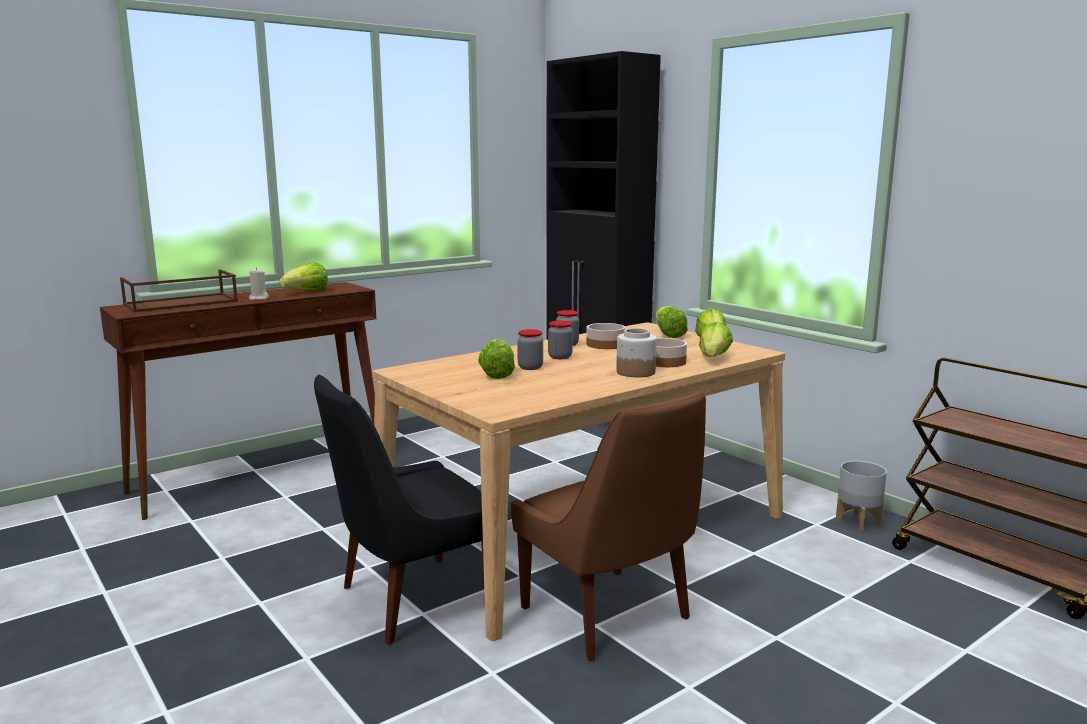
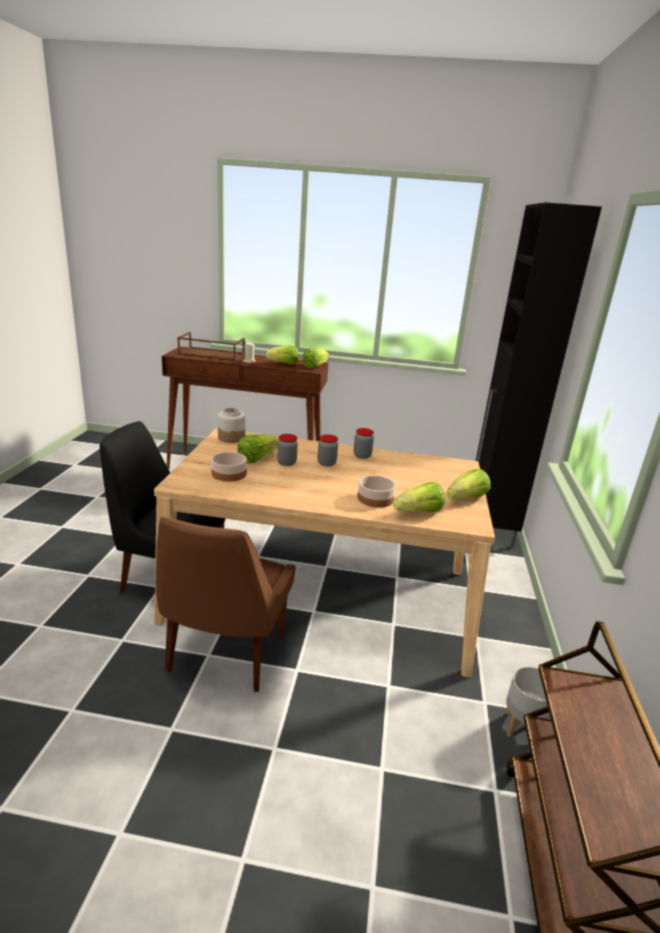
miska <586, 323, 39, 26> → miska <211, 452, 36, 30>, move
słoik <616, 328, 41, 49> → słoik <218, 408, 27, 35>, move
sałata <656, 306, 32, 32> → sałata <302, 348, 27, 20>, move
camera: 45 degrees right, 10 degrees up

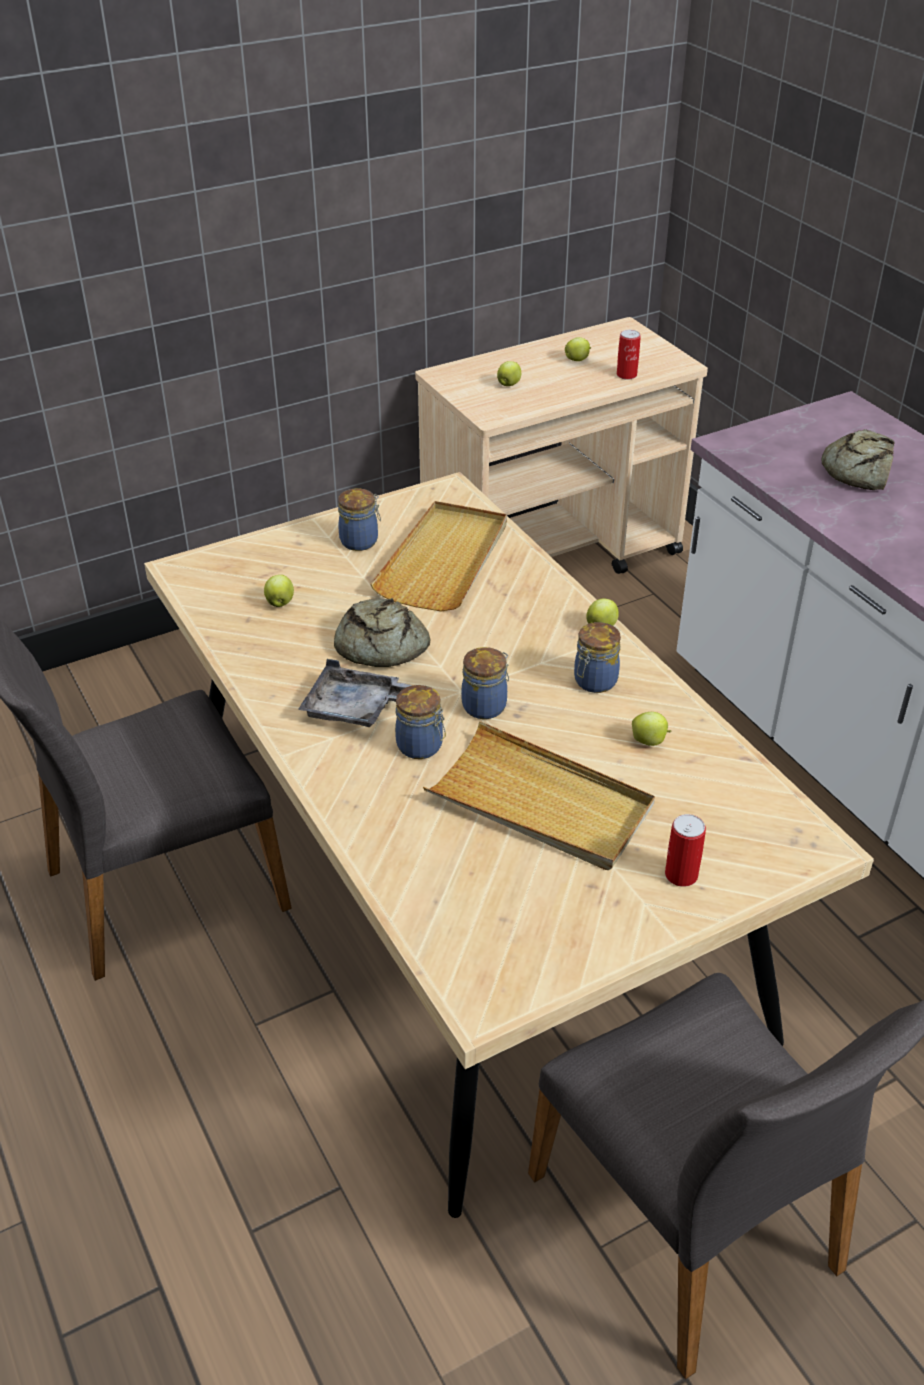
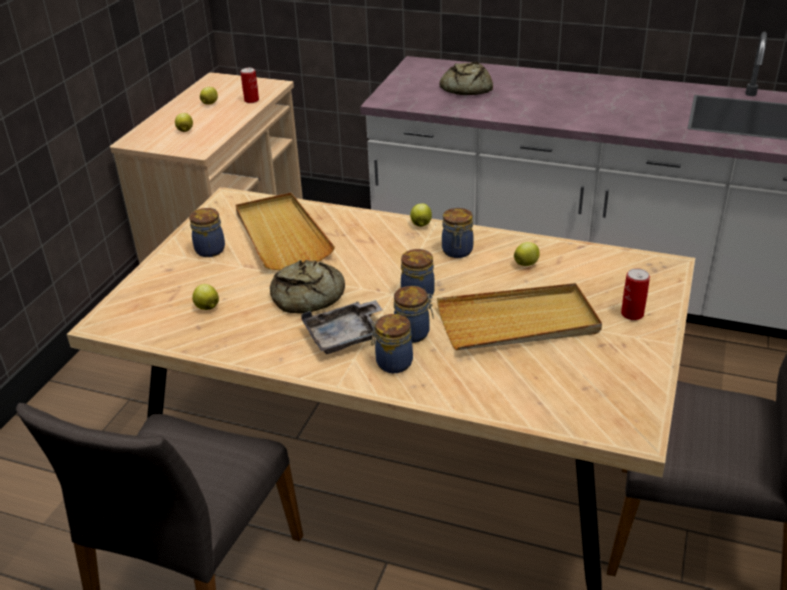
- → słoik <371, 314, 42, 59>
camera: 40 degrees left, 5 degrees down

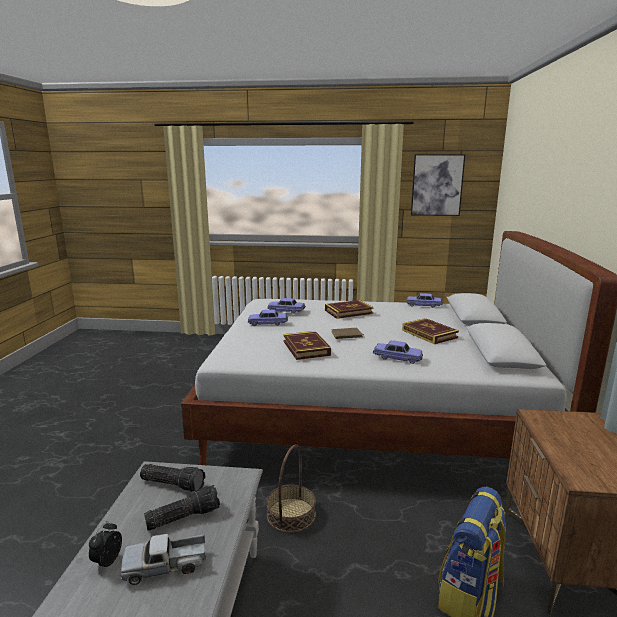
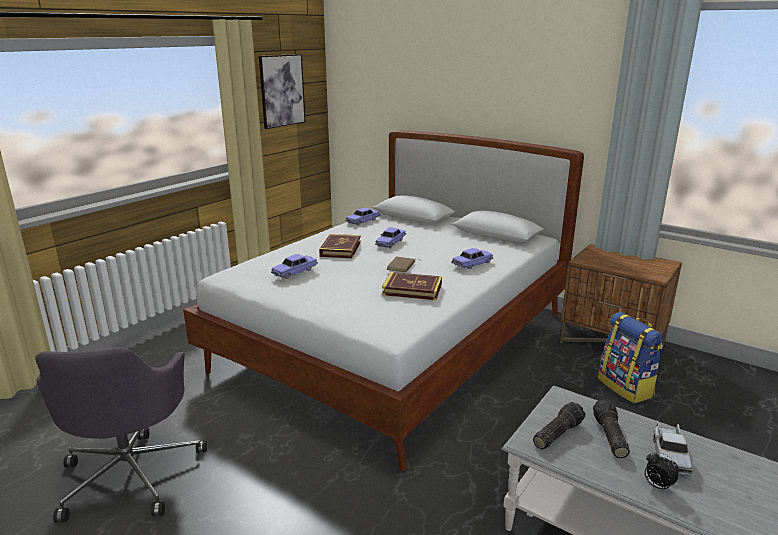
koszyk <266, 444, 50, 89> → -
książka <402, 318, 57, 26> → -
- → krzesło biurowe (szary) <35, 347, 172, 176>
samochodzik <248, 310, 40, 16> → samochodzik <375, 227, 31, 21>, move
camera: 60 degrees left, 5 degrees up

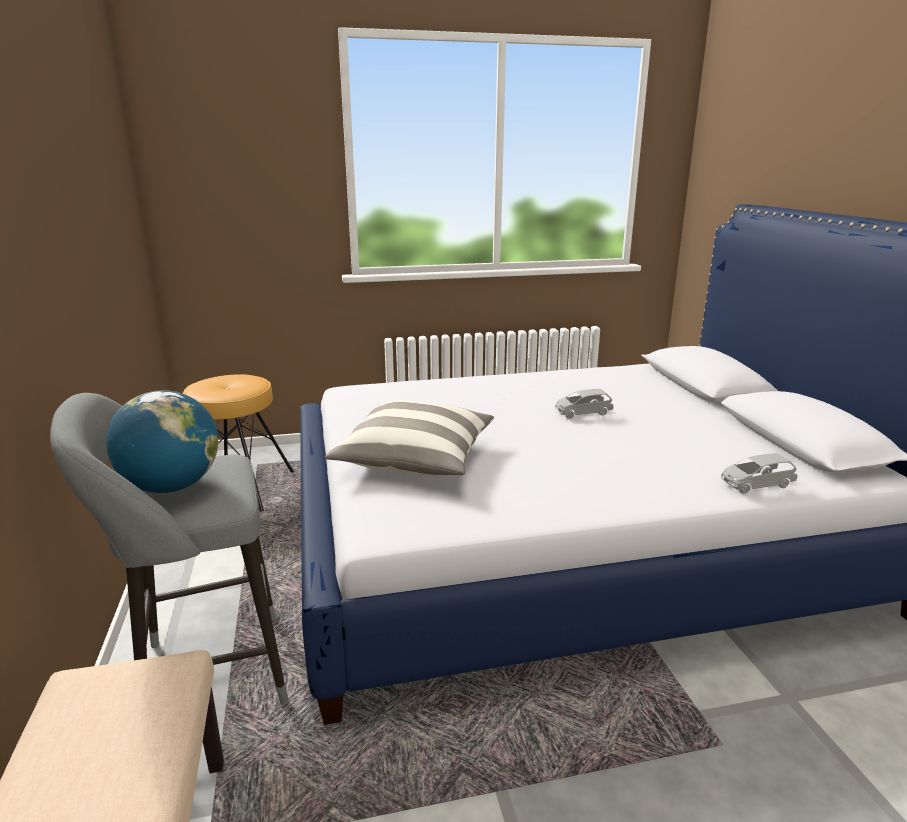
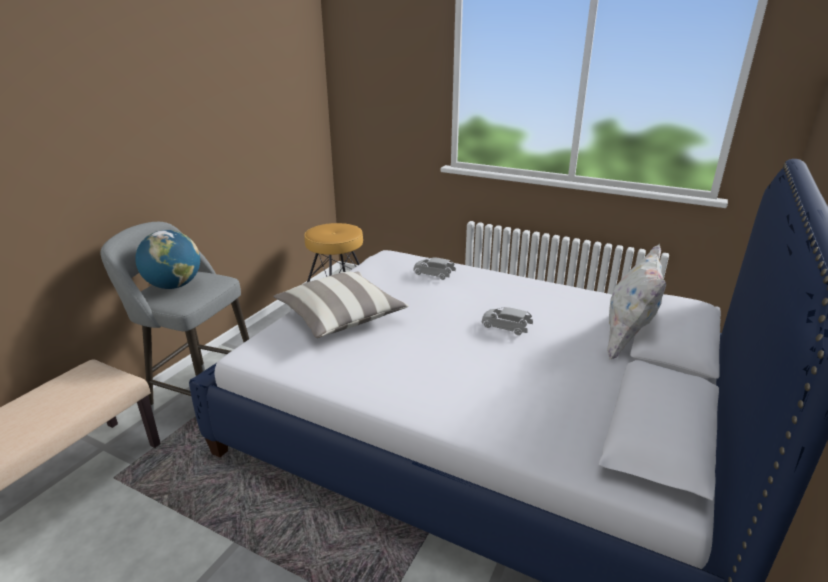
- → poduszka (biały) <607, 244, 59, 116>
samochodzik (szary) <721, 453, 76, 41> → samochodzik (szary) <413, 257, 43, 23>, move
camera: 40 degrees right, 5 degrees up

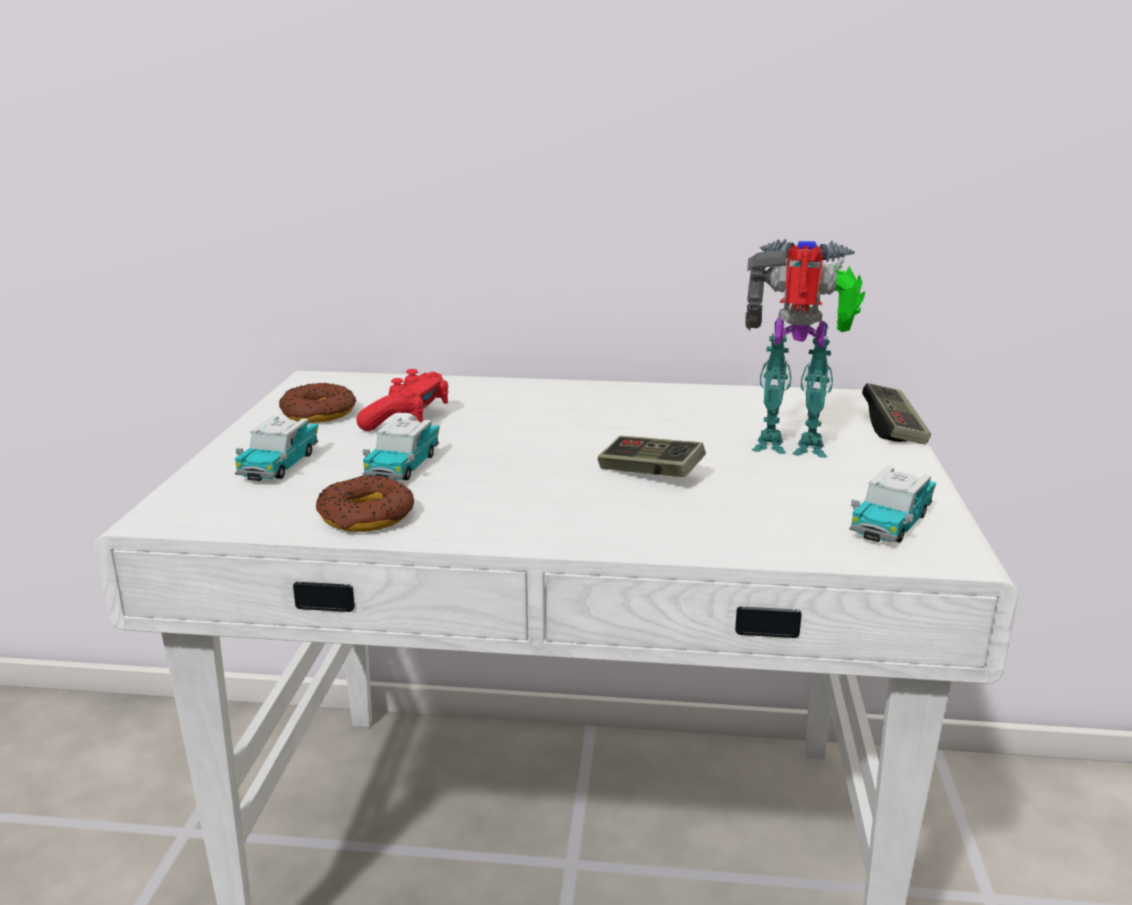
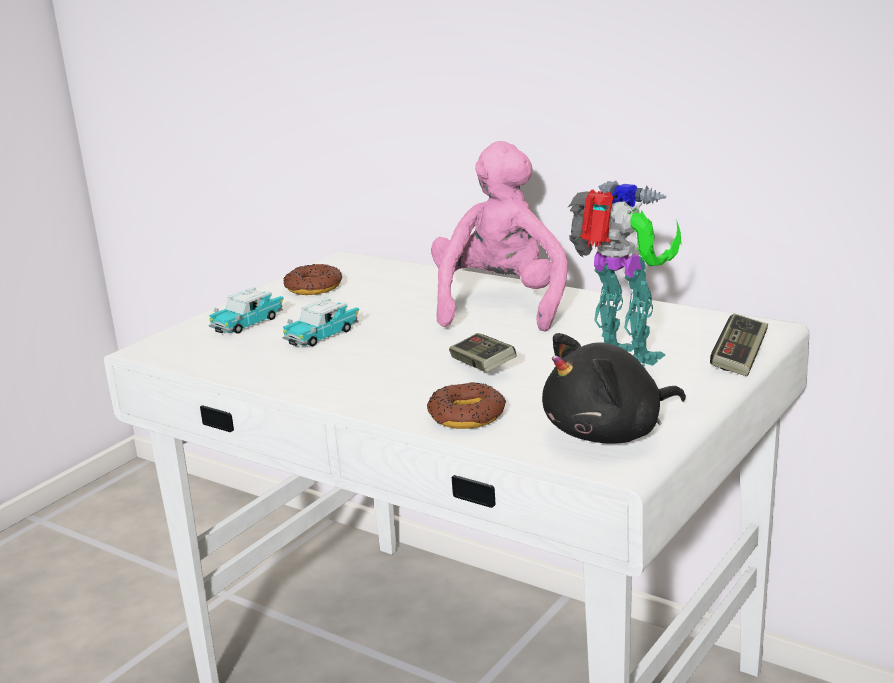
pad do gier (czerwony) <357, 369, 92, 62> → -
- → pluszak (różowy) <431, 141, 137, 191>
donut <316, 475, 98, 57> → donut <427, 382, 79, 47>, move
samochodzik <849, 466, 87, 77> → pluszak (czarny) <542, 333, 144, 111>
camera: 30 degrees right, 0 degrees up

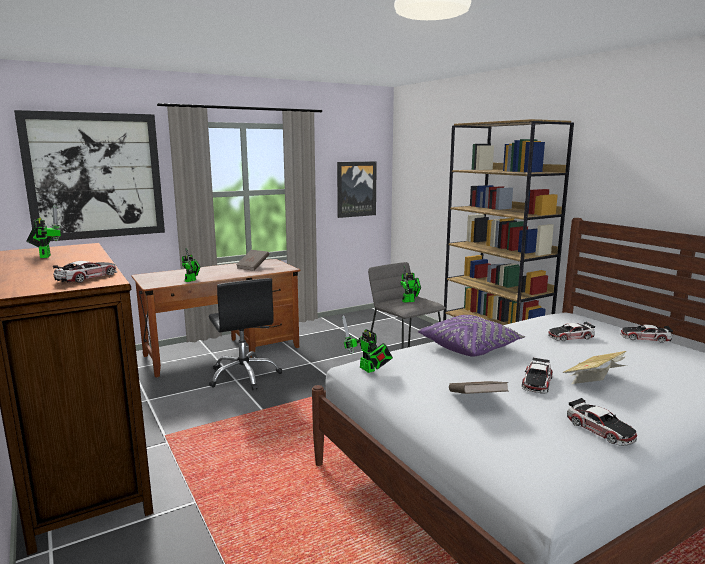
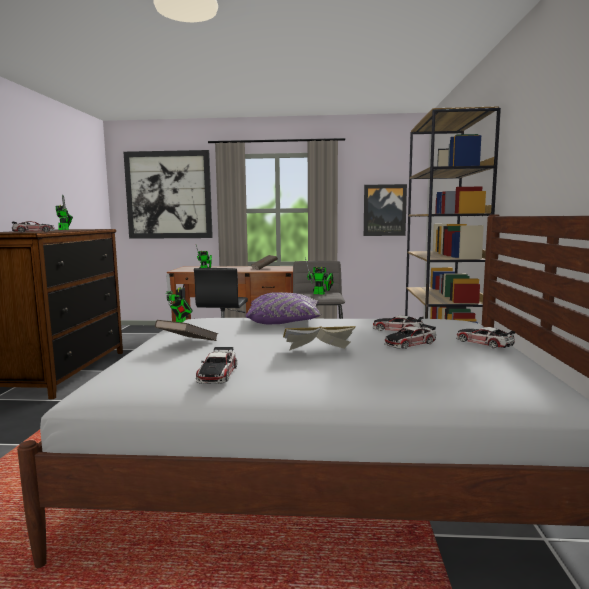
samochodzik <522, 358, 31, 36> → samochodzik <384, 324, 52, 25>, move
camera: 35 degrees right, 5 degrees down

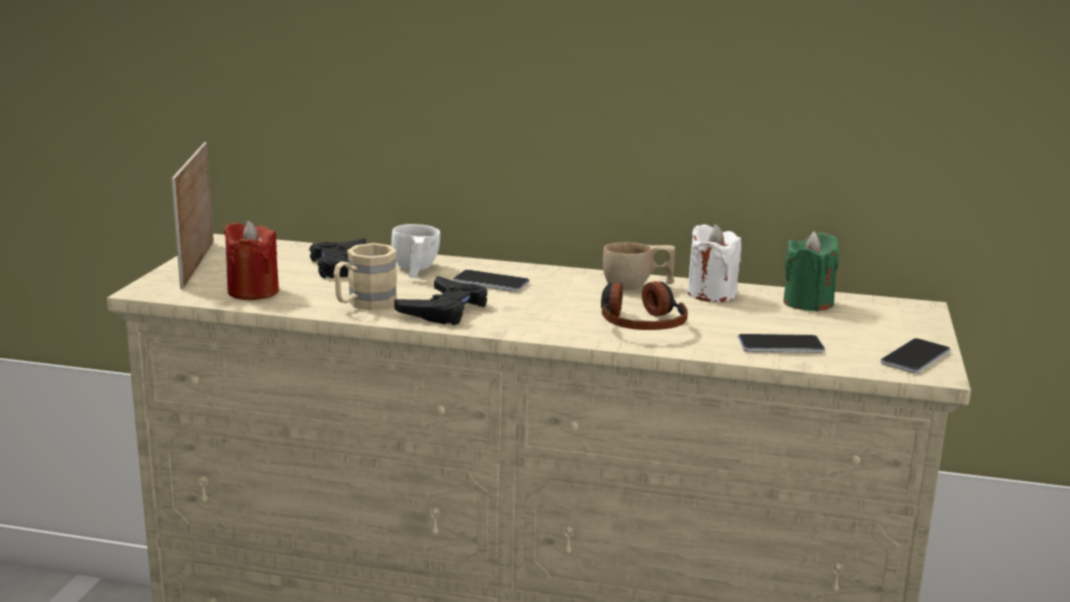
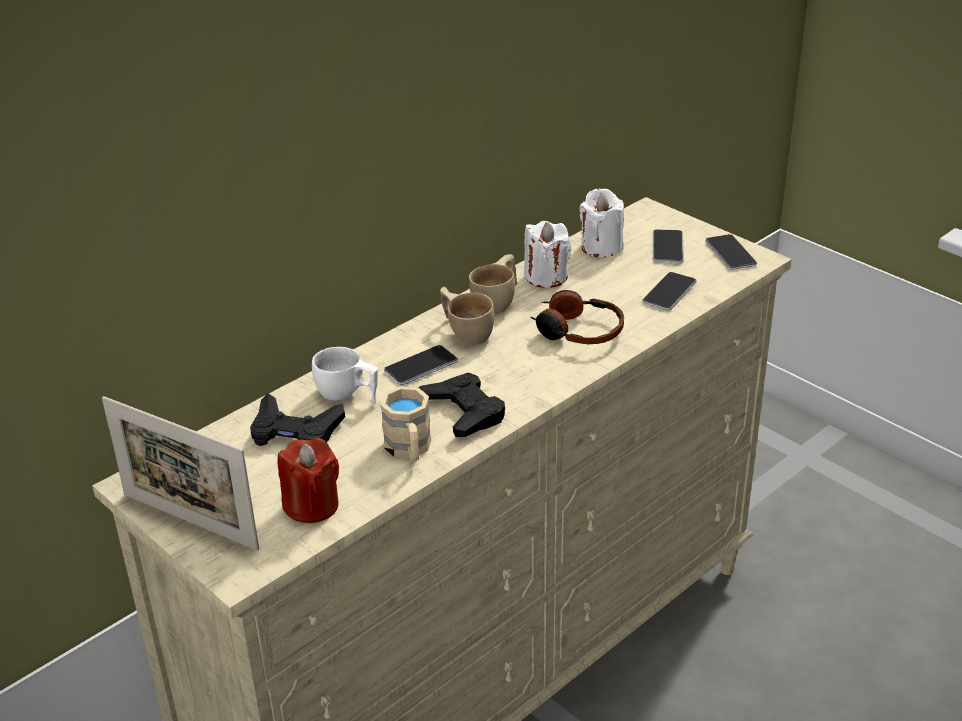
- → filiżanka (beżowy) <440, 287, 55, 58>
- → telefon <653, 229, 31, 34>
świeca (zielony) <783, 231, 56, 81> → świeca (biały) <579, 188, 45, 69>
camera: 55 degrees left, 15 degrees up

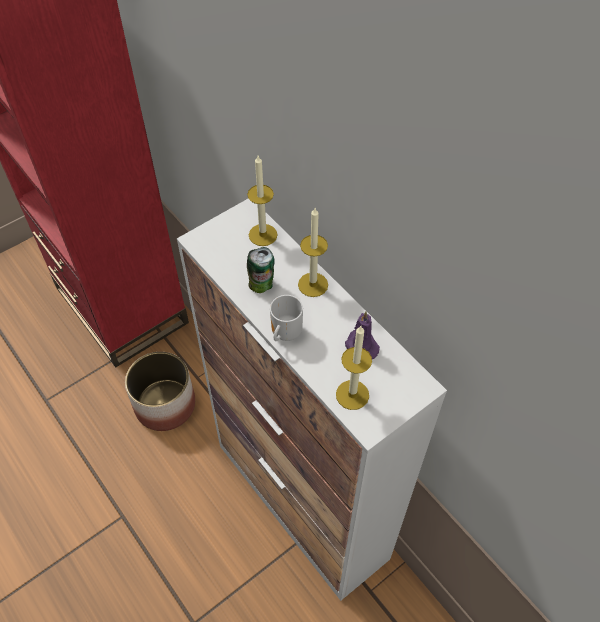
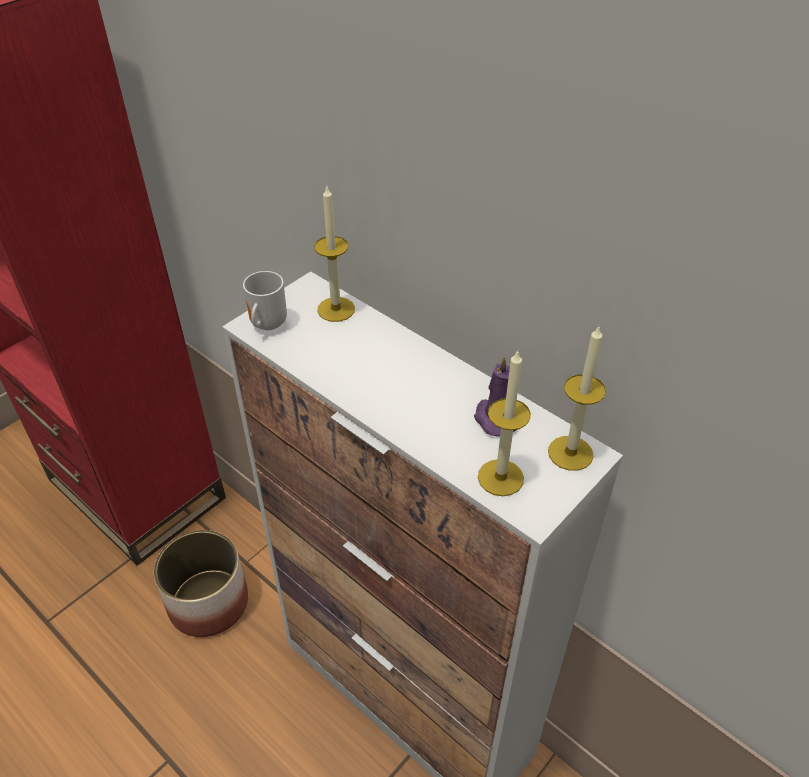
puszka <247, 247, 28, 46> → -
kubek <270, 295, 33, 46> → kubek <243, 271, 44, 59>, move
świeca <298, 208, 30, 89> → świeca <548, 326, 58, 145>, move
camera: 10 degrees left, 10 degrees down

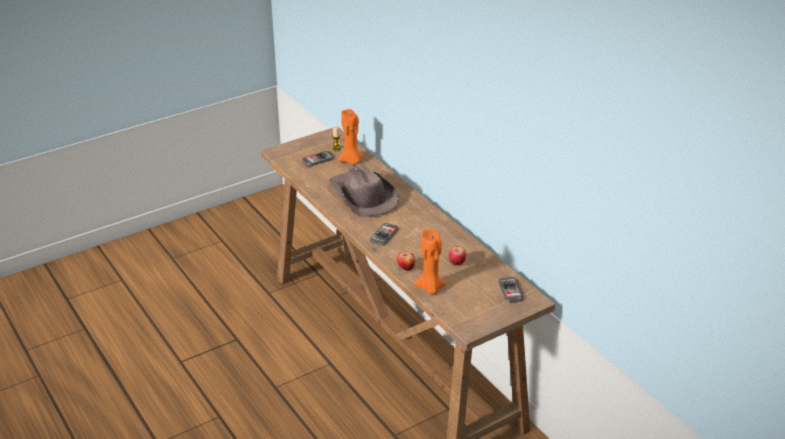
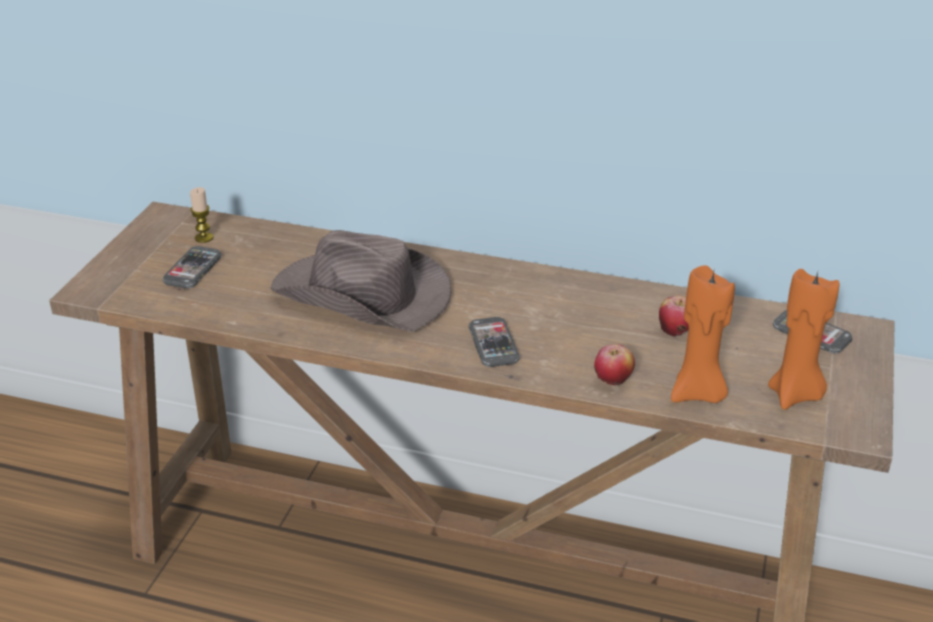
świeca (pomarańczowy) <338, 109, 25, 55> → świeca (pomarańczowy) <768, 269, 71, 141>, move
camera: 40 degrees left, 0 degrees up

